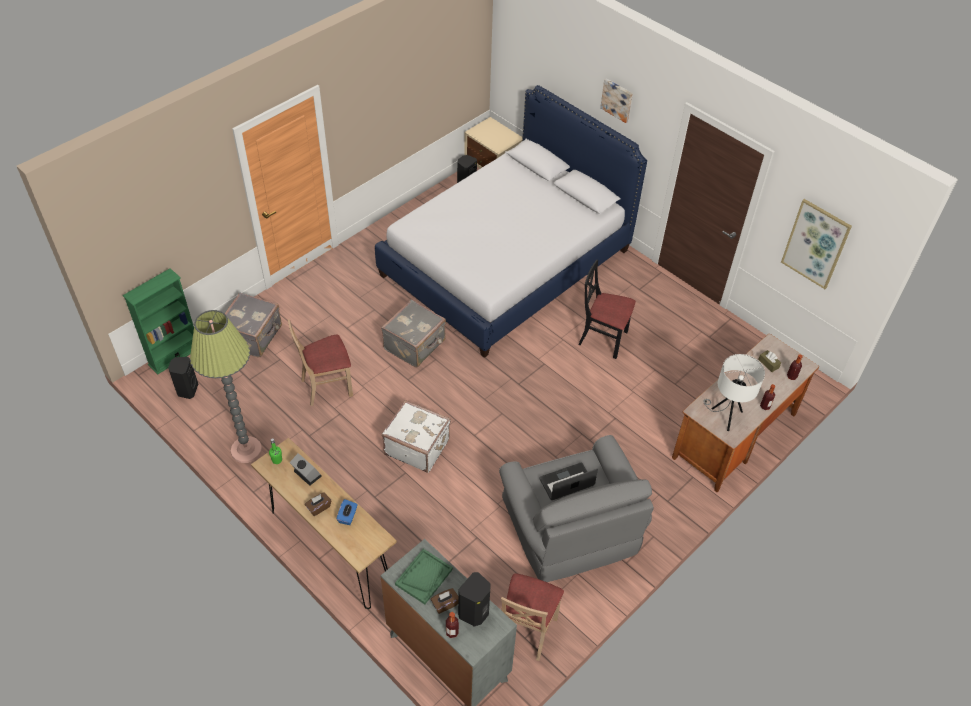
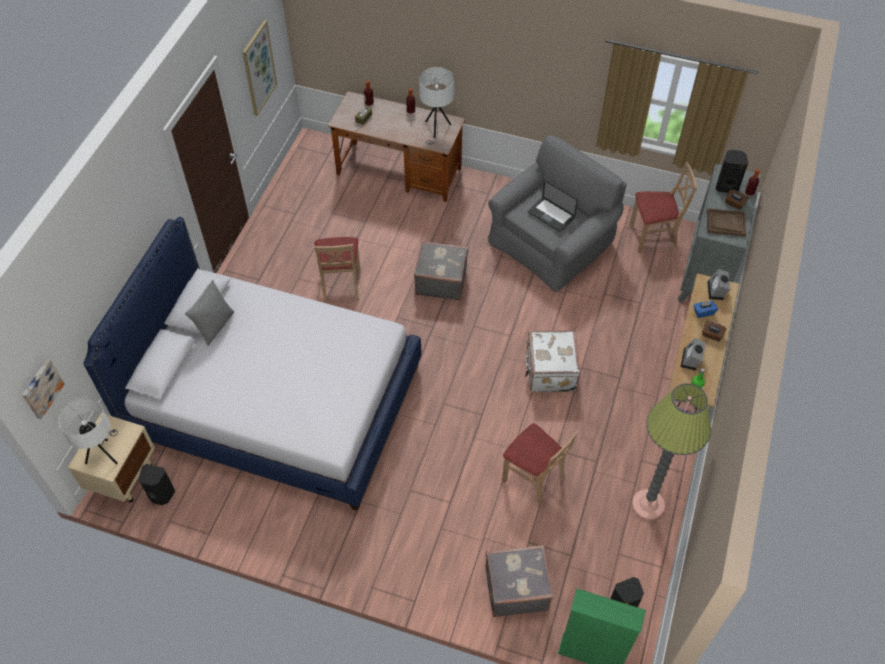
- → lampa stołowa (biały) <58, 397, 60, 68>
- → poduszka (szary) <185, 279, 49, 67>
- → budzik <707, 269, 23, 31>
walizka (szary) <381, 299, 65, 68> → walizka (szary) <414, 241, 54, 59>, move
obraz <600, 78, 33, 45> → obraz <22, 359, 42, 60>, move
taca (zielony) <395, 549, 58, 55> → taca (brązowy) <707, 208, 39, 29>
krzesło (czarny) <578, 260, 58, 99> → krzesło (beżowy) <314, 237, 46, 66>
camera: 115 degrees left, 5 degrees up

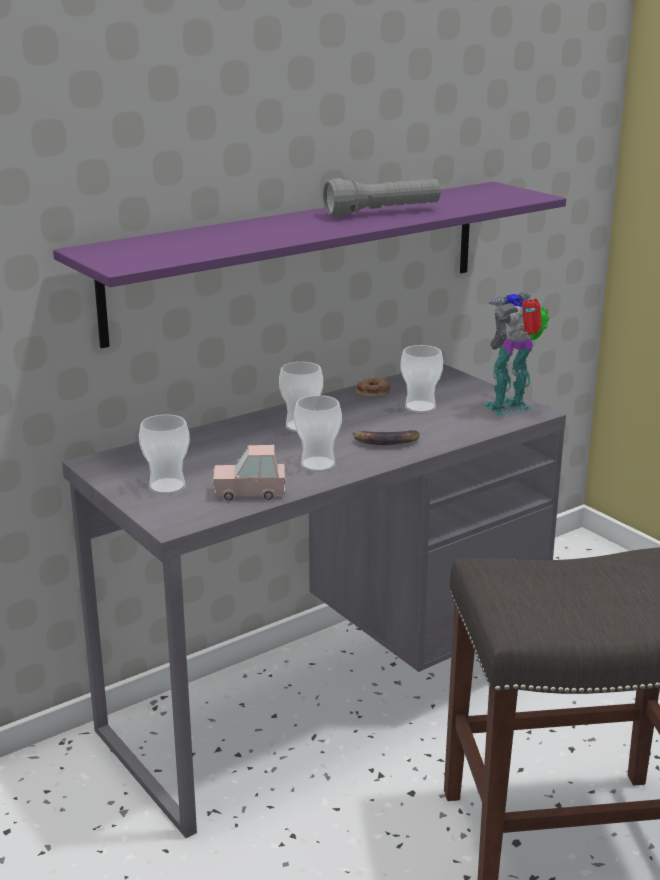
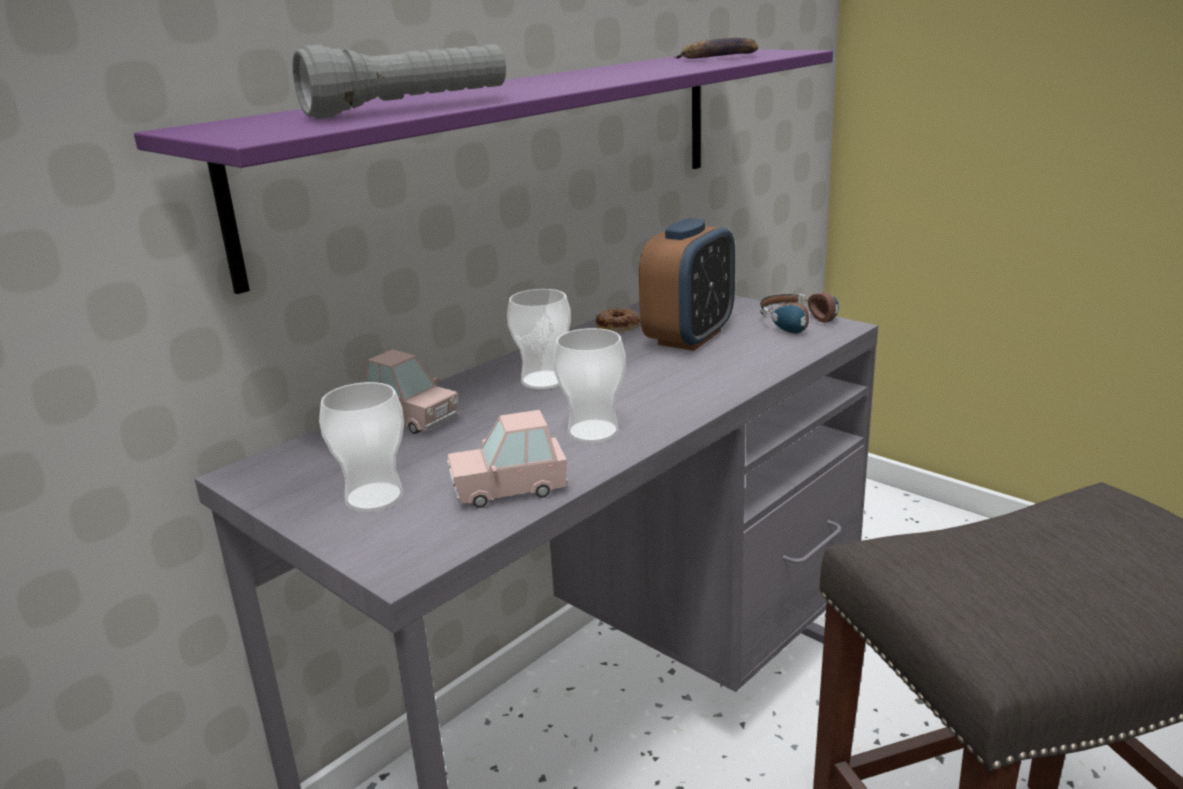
- → samochodzik (różowy) <365, 349, 92, 85>
latarka (szary) <323, 178, 118, 39> → latarka (szary) <293, 44, 213, 75>, move
banan <353, 430, 67, 15> → banan <674, 38, 84, 21>, move
filiżanka <401, 345, 42, 68> → budzik <639, 218, 96, 133>
robot zabawkowy <483, 292, 67, 124> → słuchawki <759, 292, 80, 42>
camera: 10 degrees left, 0 degrees up

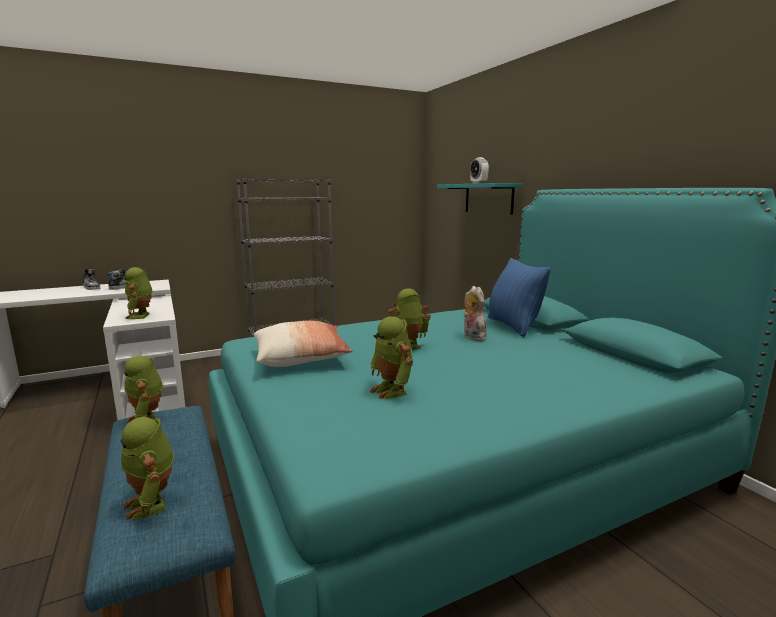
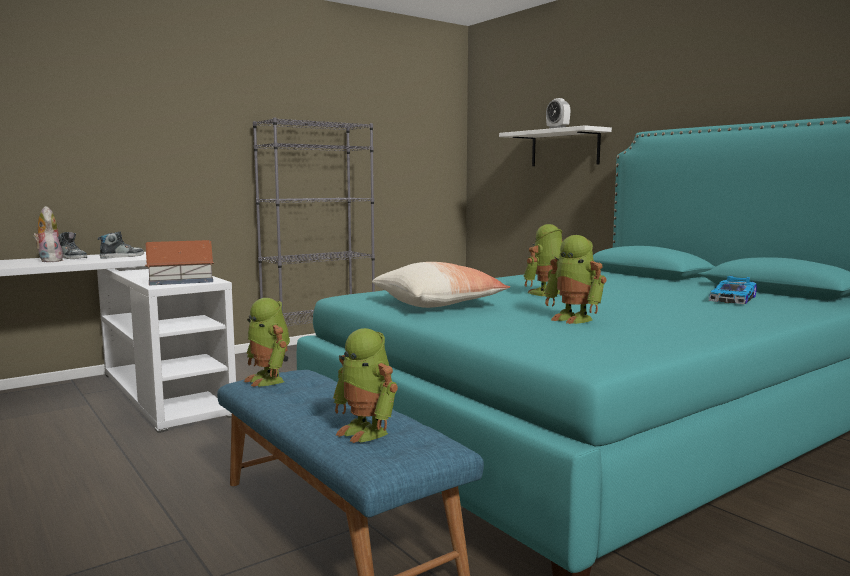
poduszka (niebieski) <488, 258, 63, 79> → -
- → samochodzik <709, 276, 48, 28>
pluszak <464, 286, 23, 55> → pluszak <33, 206, 30, 56>, move
robot zabawkowy <124, 267, 29, 52> → domek <145, 240, 69, 45>
półka (turkusowy) <437, 183, 86, 32> → półka (biały) <499, 125, 113, 41>
camera: 10 degrees left, 5 degrees down

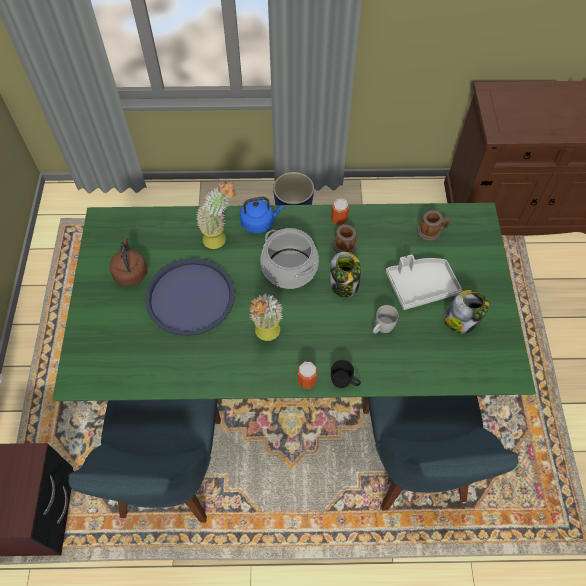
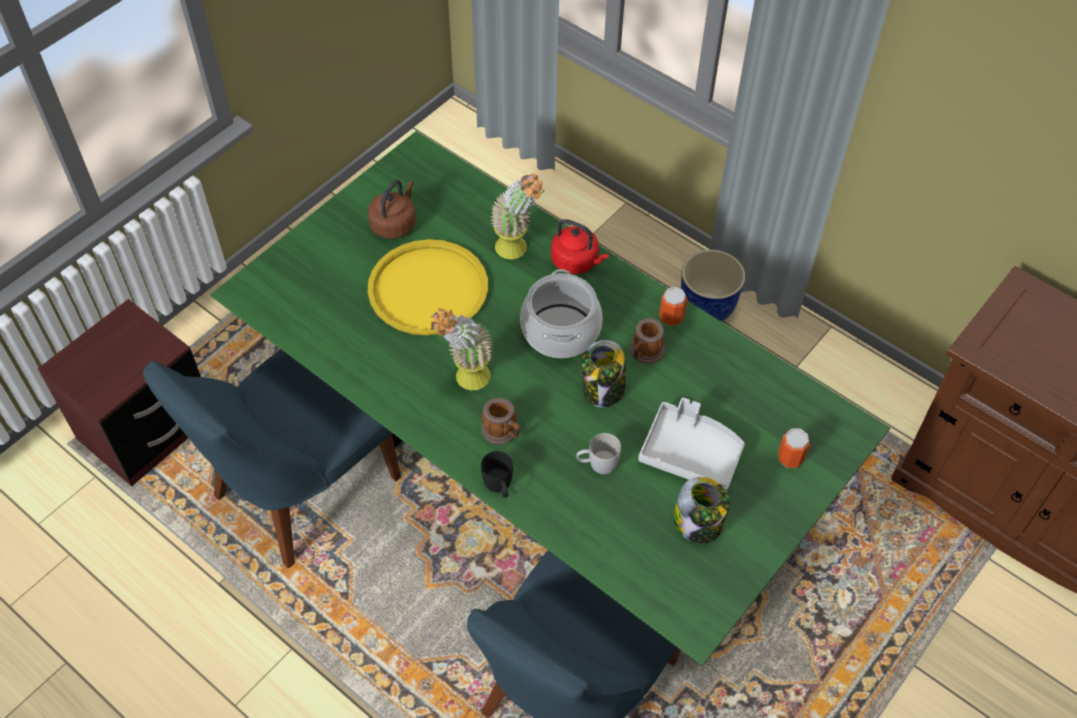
puszka <298, 362, 19, 27> → puszka <778, 428, 32, 40>, move
kubek <417, 210, 34, 31> → kubek <481, 398, 39, 46>, move
taca (niebieski) <145, 258, 90, 78> → taca (żółty) <368, 239, 120, 96>
czajnik (niebieski) <240, 197, 43, 37> → czajnik (czerwony) <551, 219, 58, 55>
camera: 40 degrees right, 5 degrees down

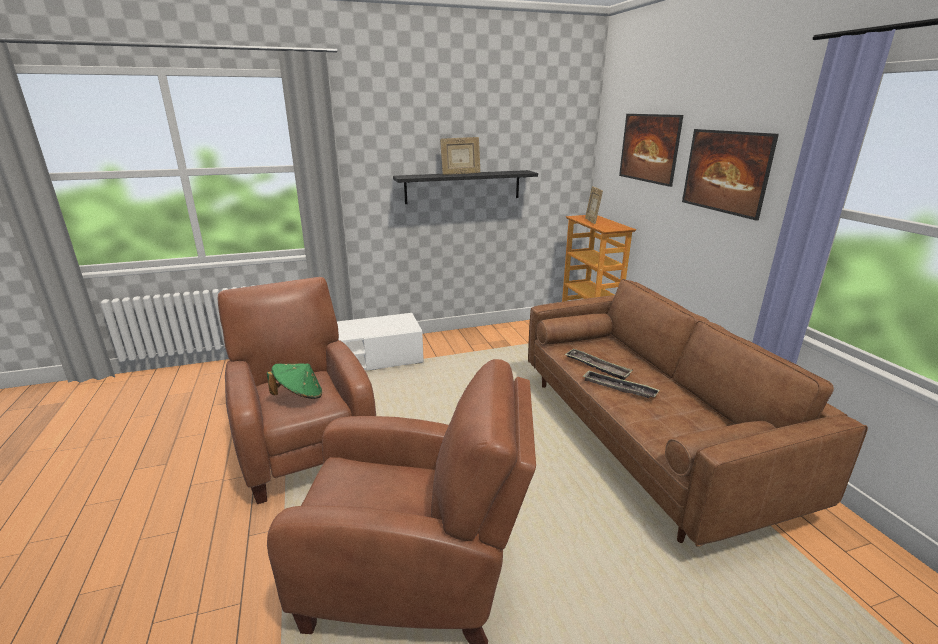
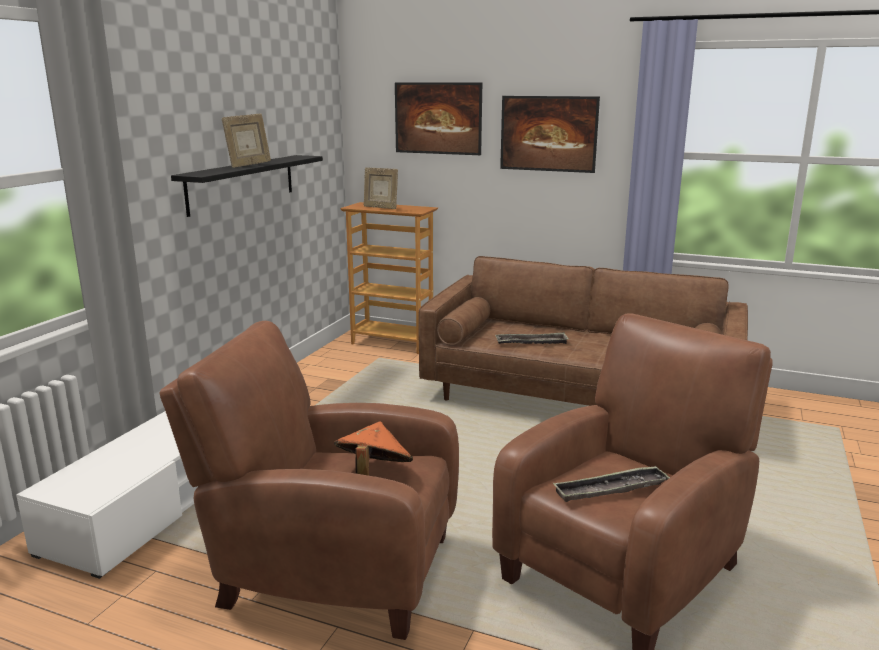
taca <583, 370, 77, 28> → taca <553, 466, 117, 36>, move
kapelusz (zielony) <267, 363, 55, 36> → kapelusz (pomarańczowy) <334, 421, 79, 55>
camera: 50 degrees left, 5 degrees down

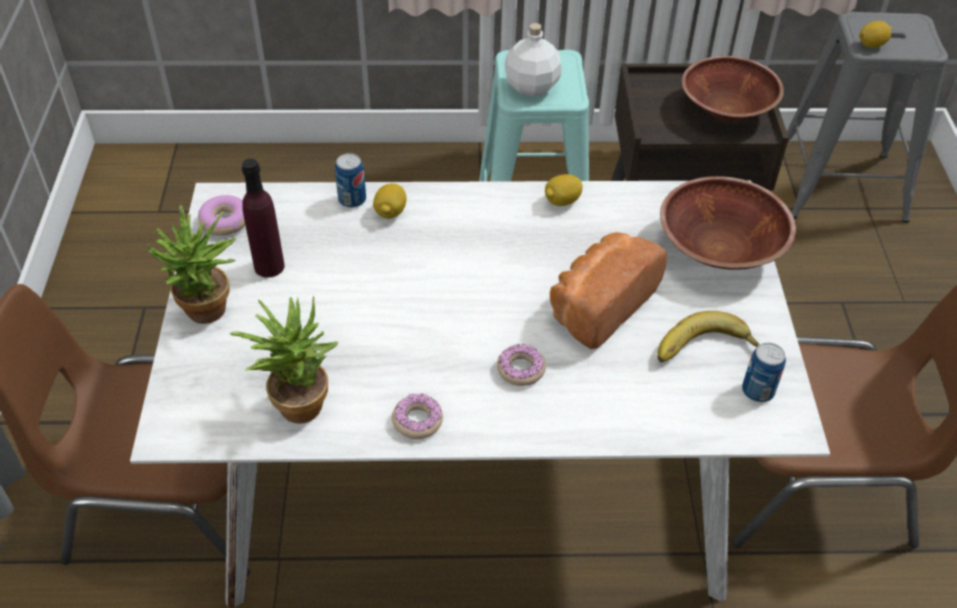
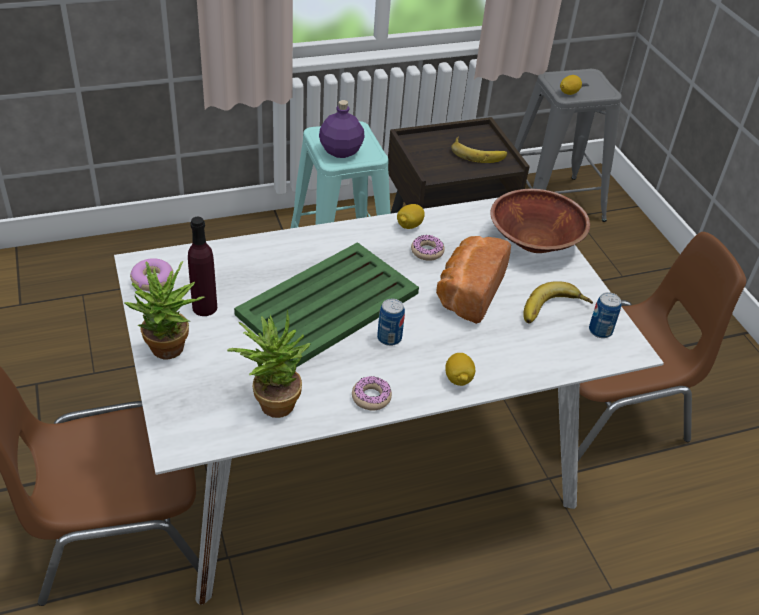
- → taca (zielony) <234, 242, 185, 125>
puszka <335, 153, 31, 55> → puszka <377, 299, 28, 47>, move
cytryna <373, 183, 33, 36> → cytryna <445, 353, 30, 33>, move
donut <497, 344, 49, 42> → donut <411, 235, 34, 26>, move
miska (brązowy) <682, 56, 102, 66> → banan <451, 136, 56, 27>
butelka (biały) <505, 23, 56, 74> → butelka (fioletowy) <319, 100, 46, 58>
camera: 20 degrees left, 5 degrees down

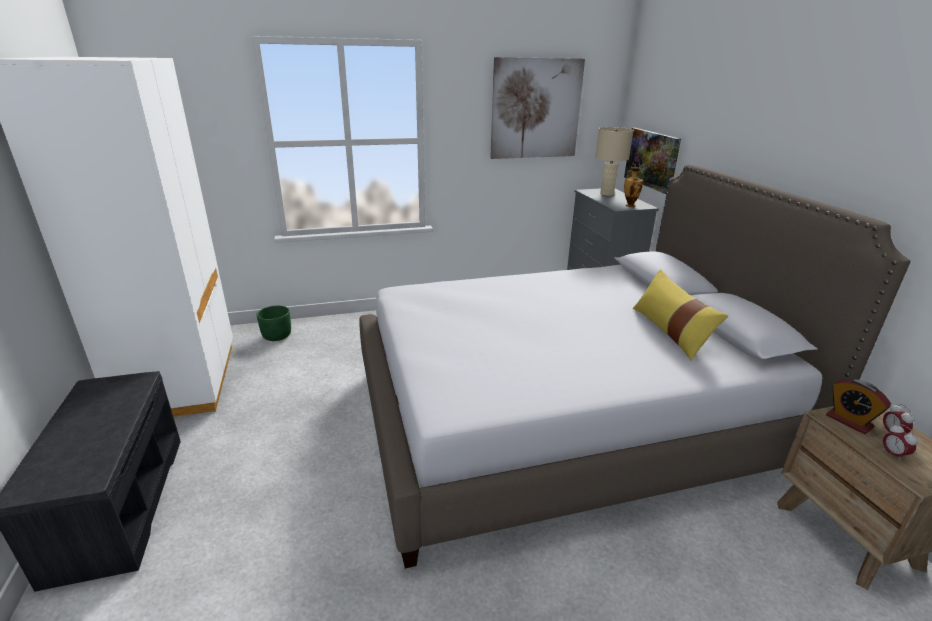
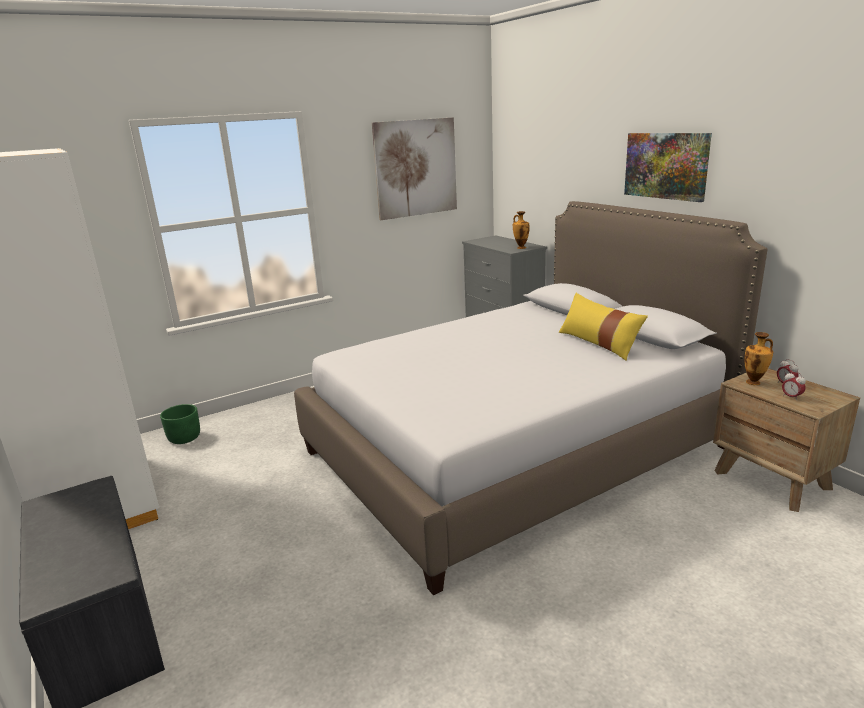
lampa stołowa (beżowy) <595, 127, 39, 69> → -
obraz <624, 128, 57, 66> → obraz <624, 133, 88, 69>, move
budzik <826, 379, 65, 55> → wazon <744, 332, 29, 53>
camera: 15 degrees left, 5 degrees down

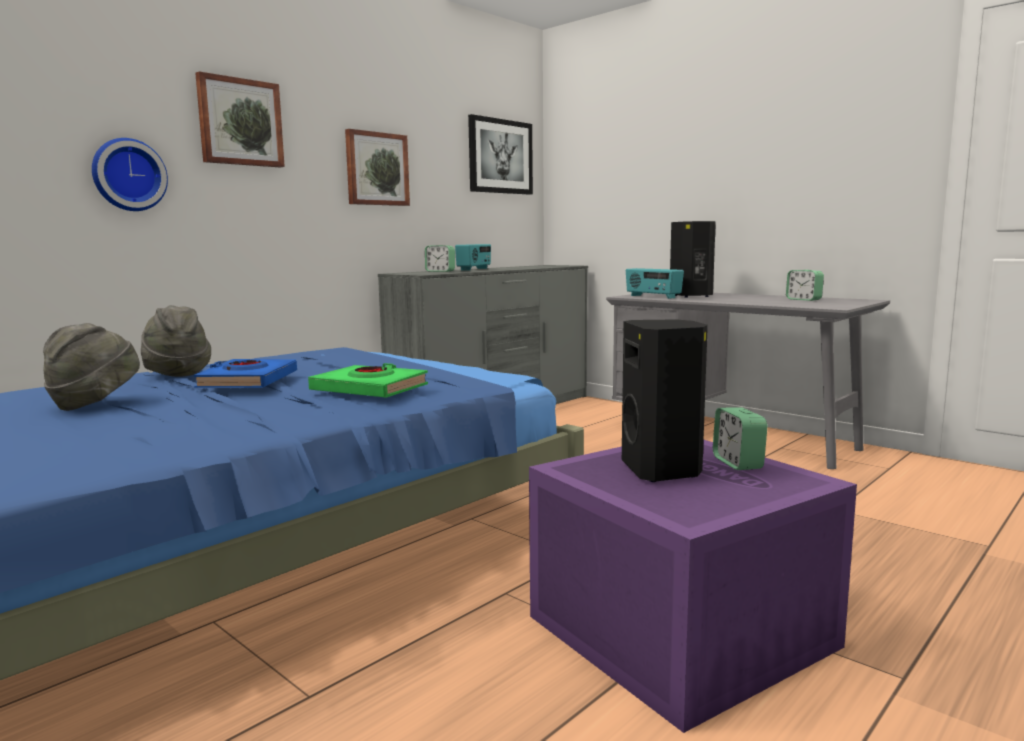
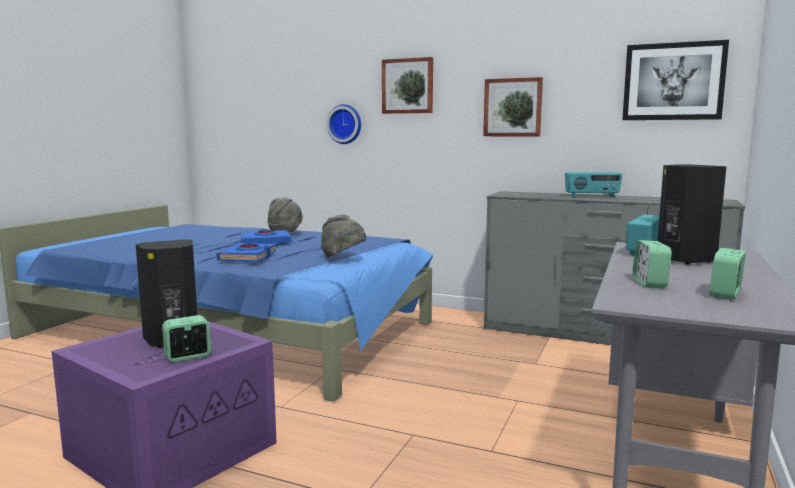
kapelusz (szary) <43, 323, 97, 88> → kapelusz (szary) <321, 214, 45, 44>, move
budzik <425, 245, 30, 27> → budzik <633, 240, 39, 48>, move
książka (zielony) <308, 363, 120, 35> → książka (niebieski) <217, 243, 59, 19>
camera: 70 degrees right, 0 degrees up

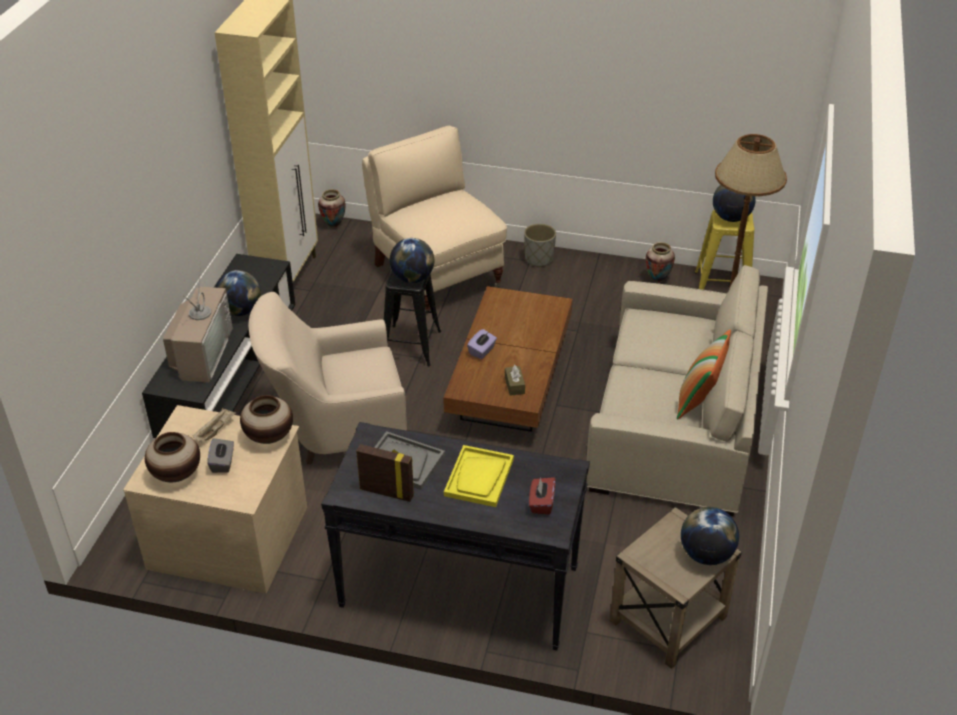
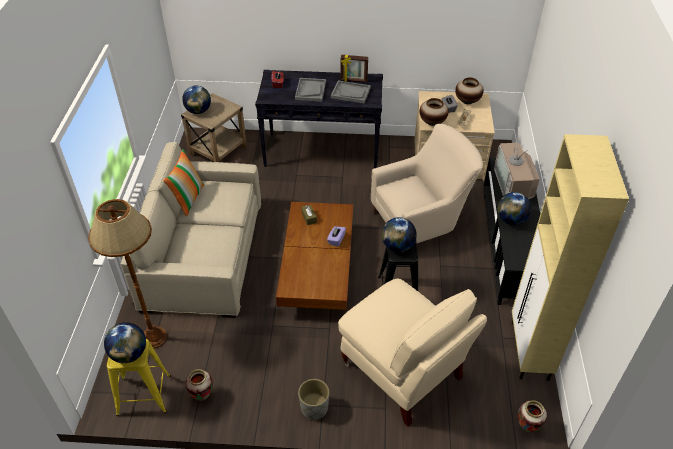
taca (żółty) <444, 445, 70, 62> → taca (szary) <295, 78, 31, 24>
camera: 170 degrees right, 5 degrees up

